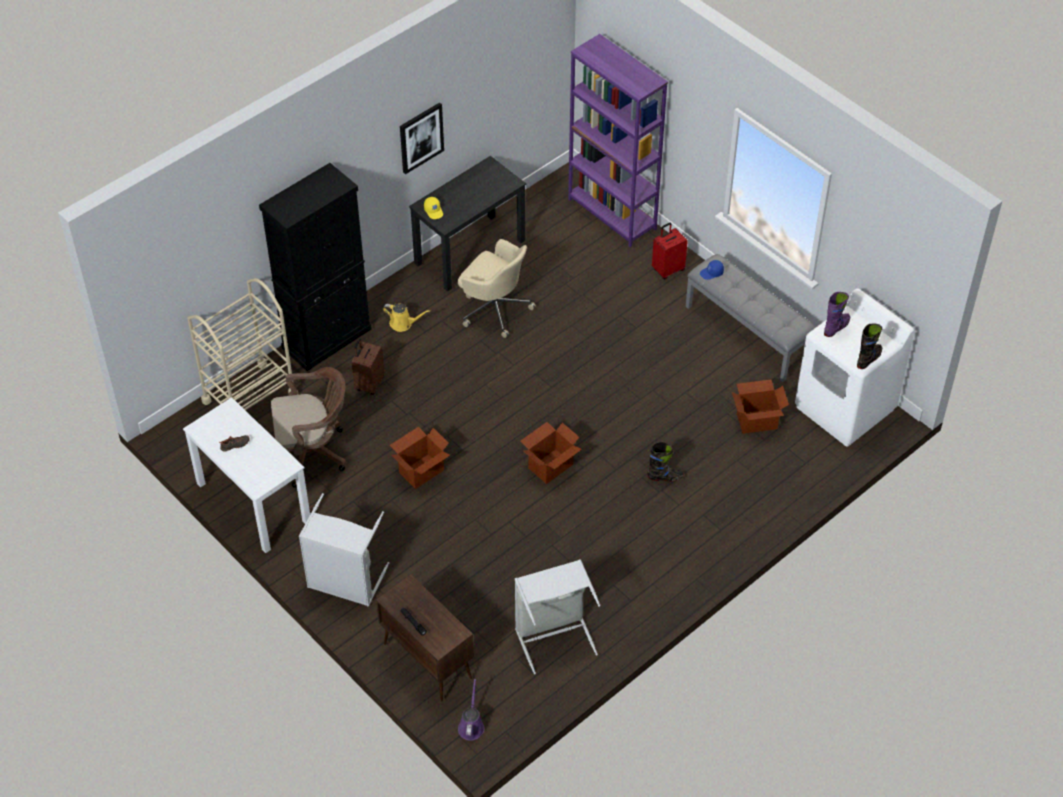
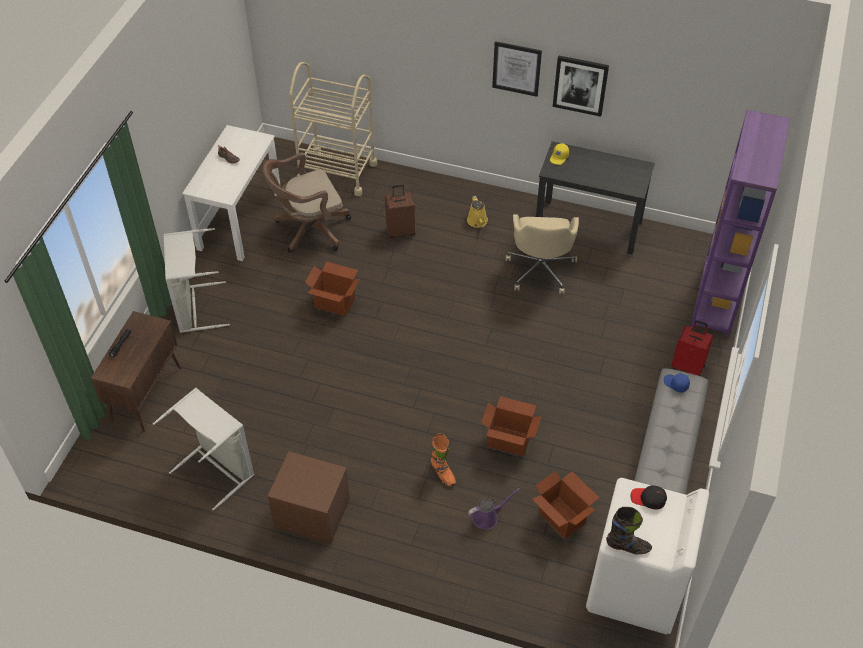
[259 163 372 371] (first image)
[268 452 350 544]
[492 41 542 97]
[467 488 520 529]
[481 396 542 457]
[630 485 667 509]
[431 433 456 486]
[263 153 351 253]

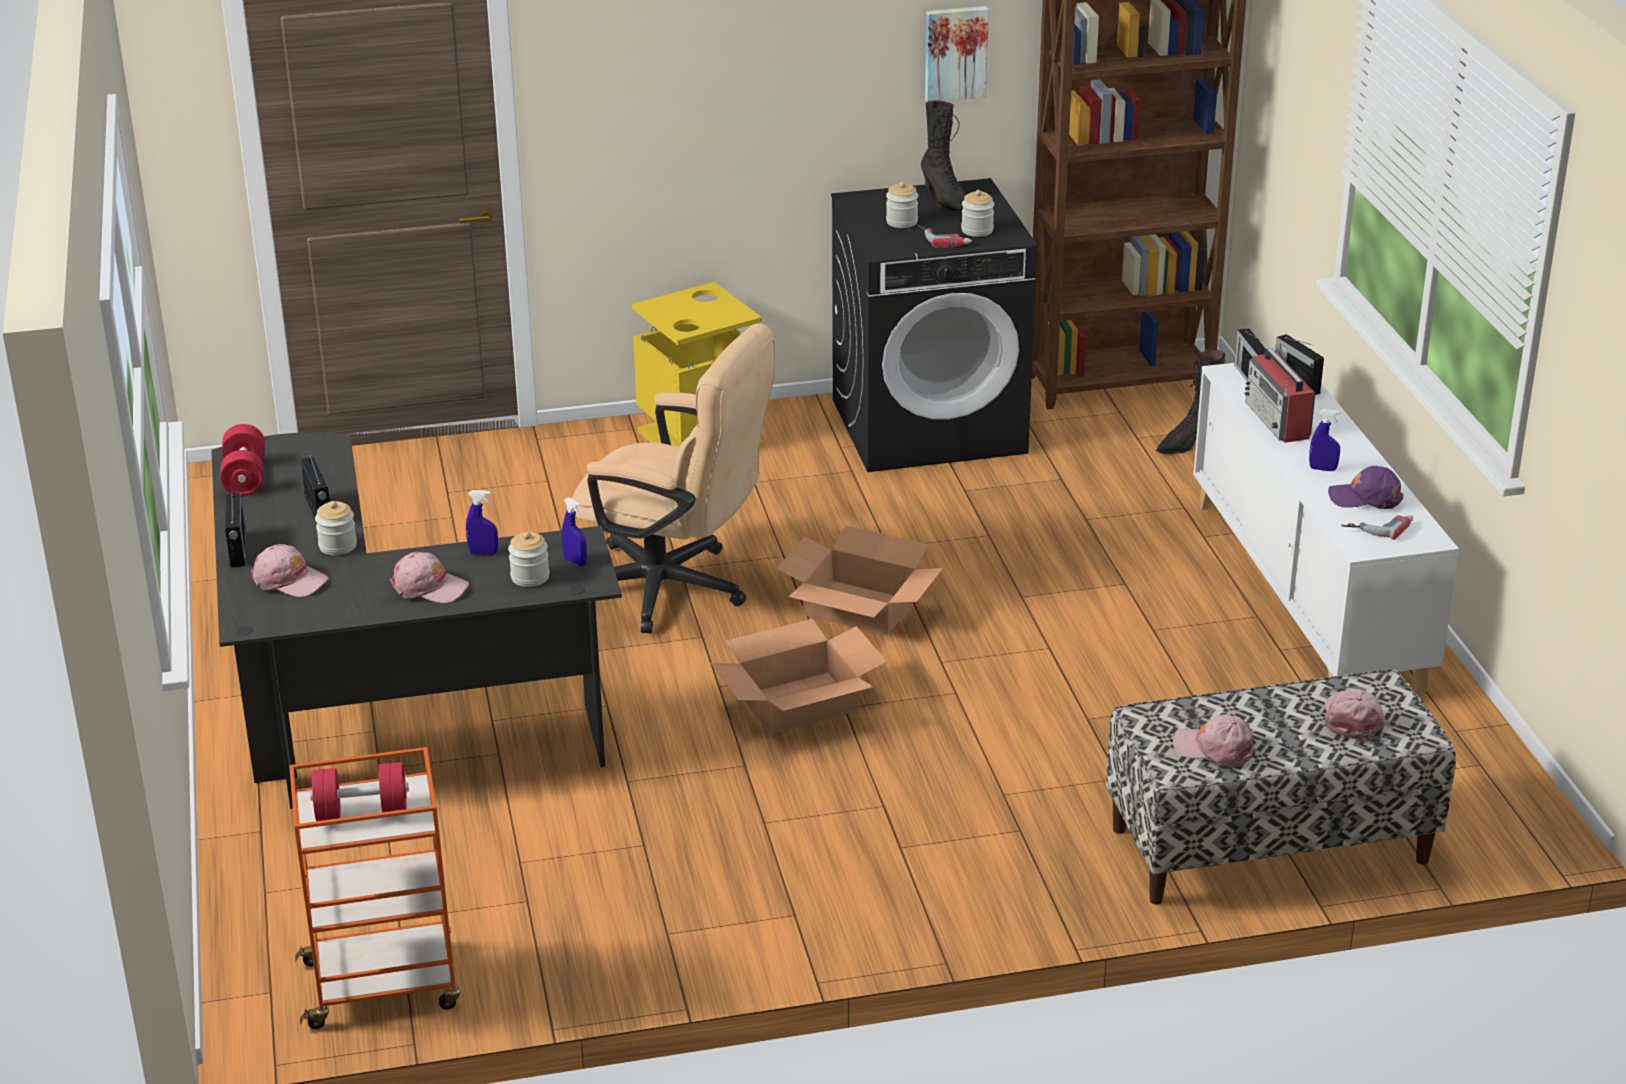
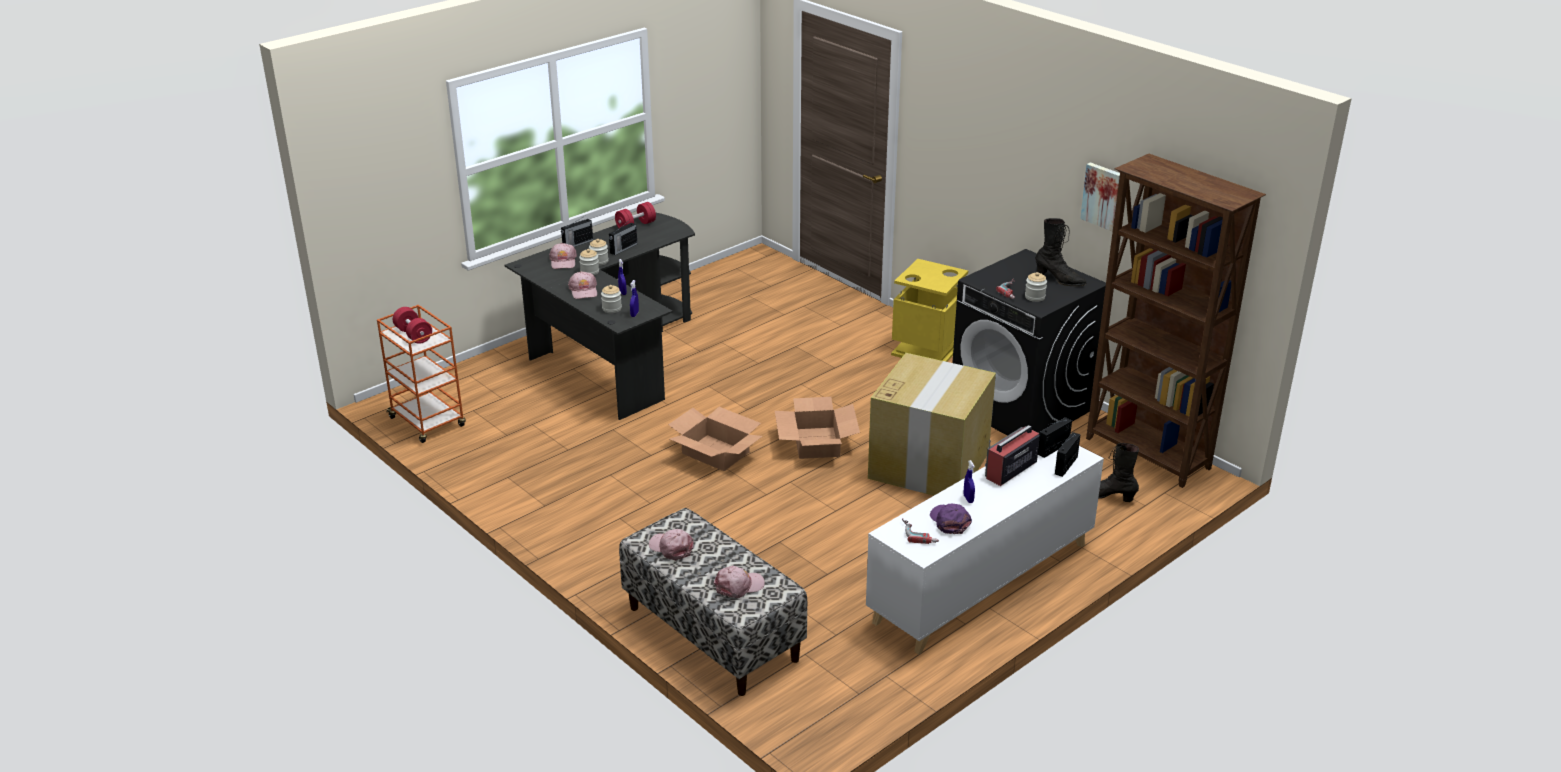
[572 324 775 634] (first image)
[868 353 996 496]
[579 249 599 275]
[1035 218 1086 286]
[649 529 694 560]

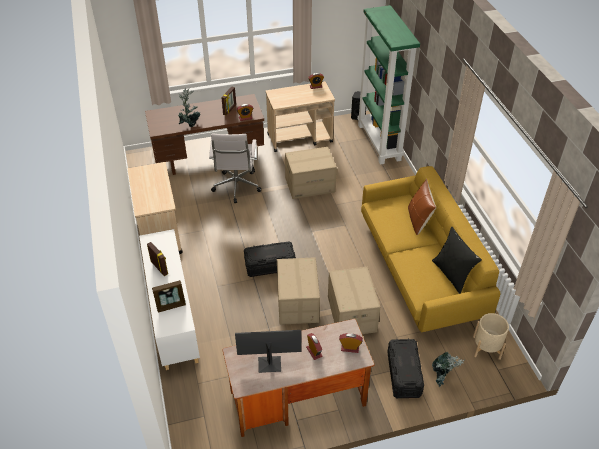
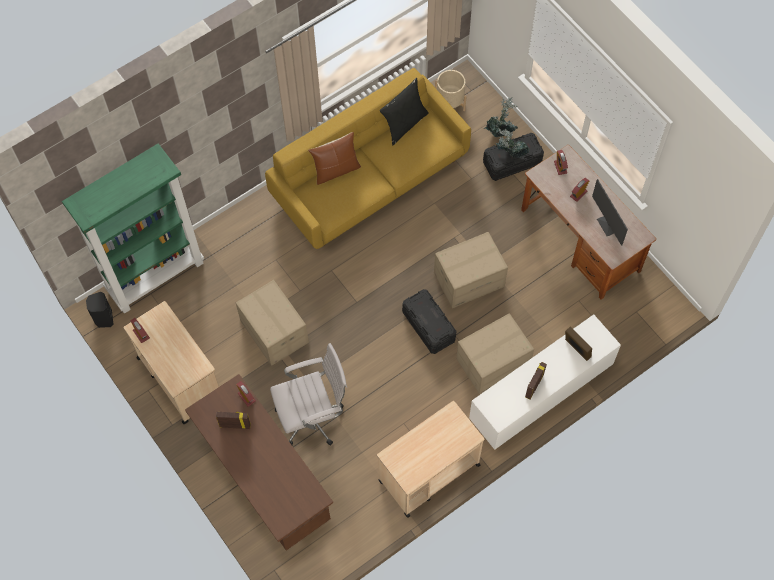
[496 128 529 158]
[456 313 534 394]

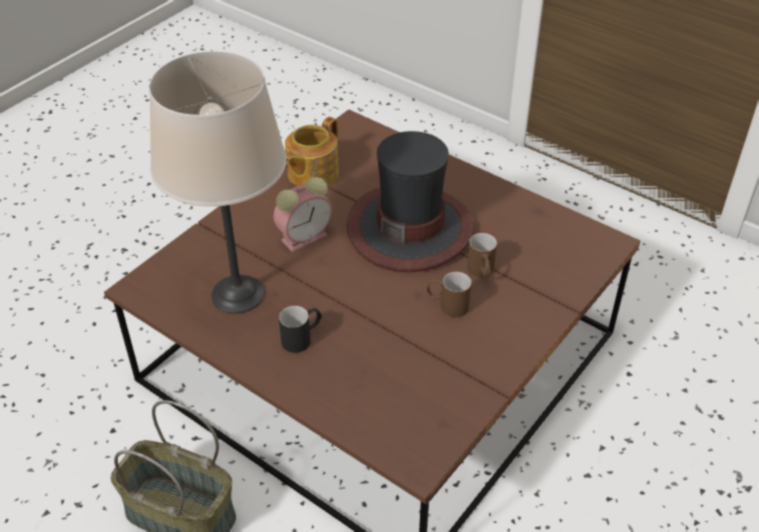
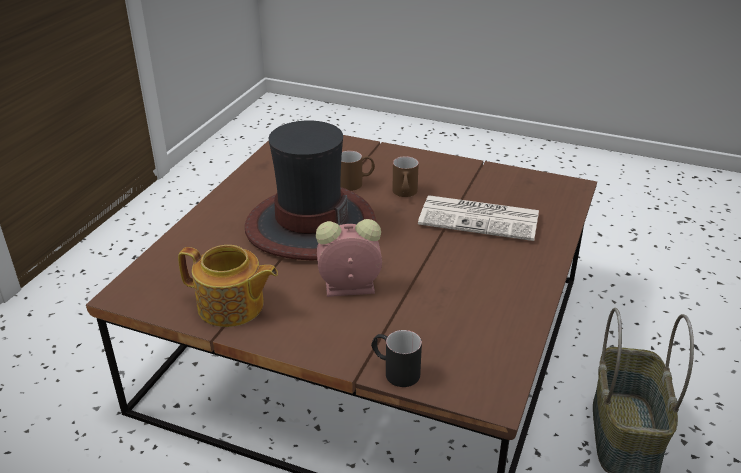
[149 51 286 314] (first image)
[418 195 539 241]
[371 330 422 387]
[316 219 382 297]

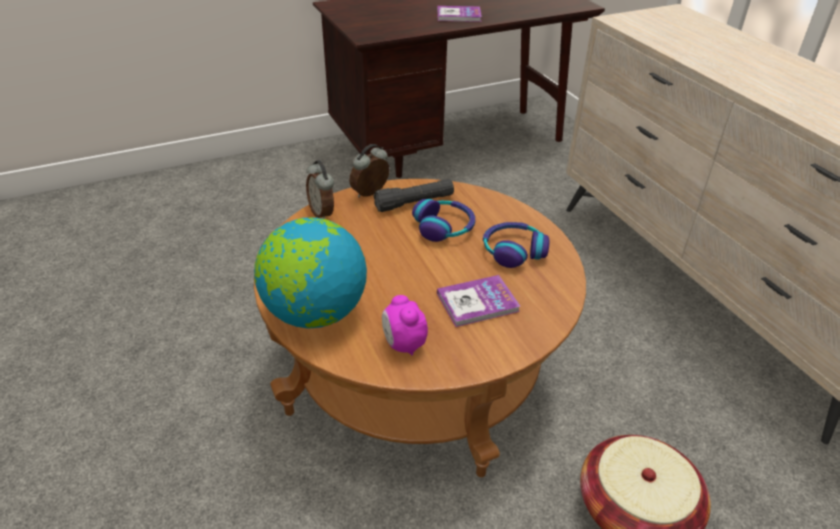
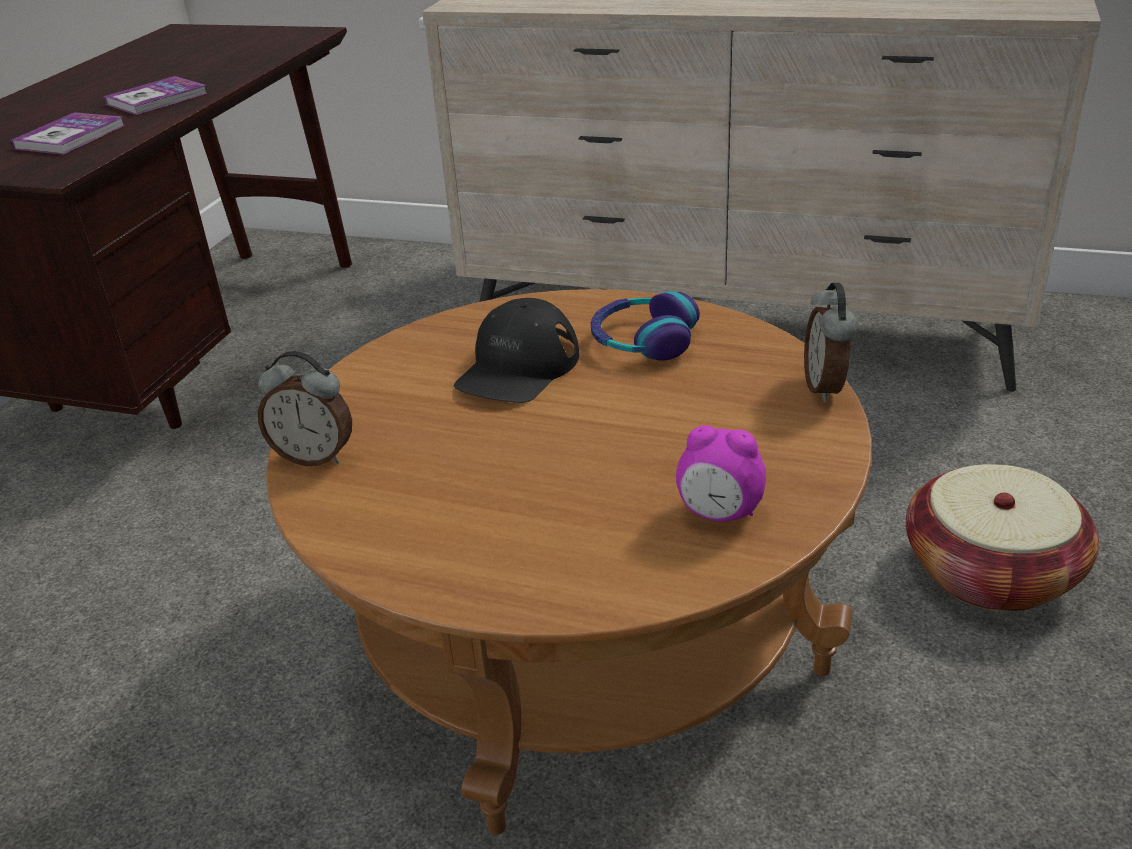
[254 217 367 329] (first image)
[373 179 454 212] (first image)
[804 283 858 402]
[10 112 125 155]
[454 298 579 403]

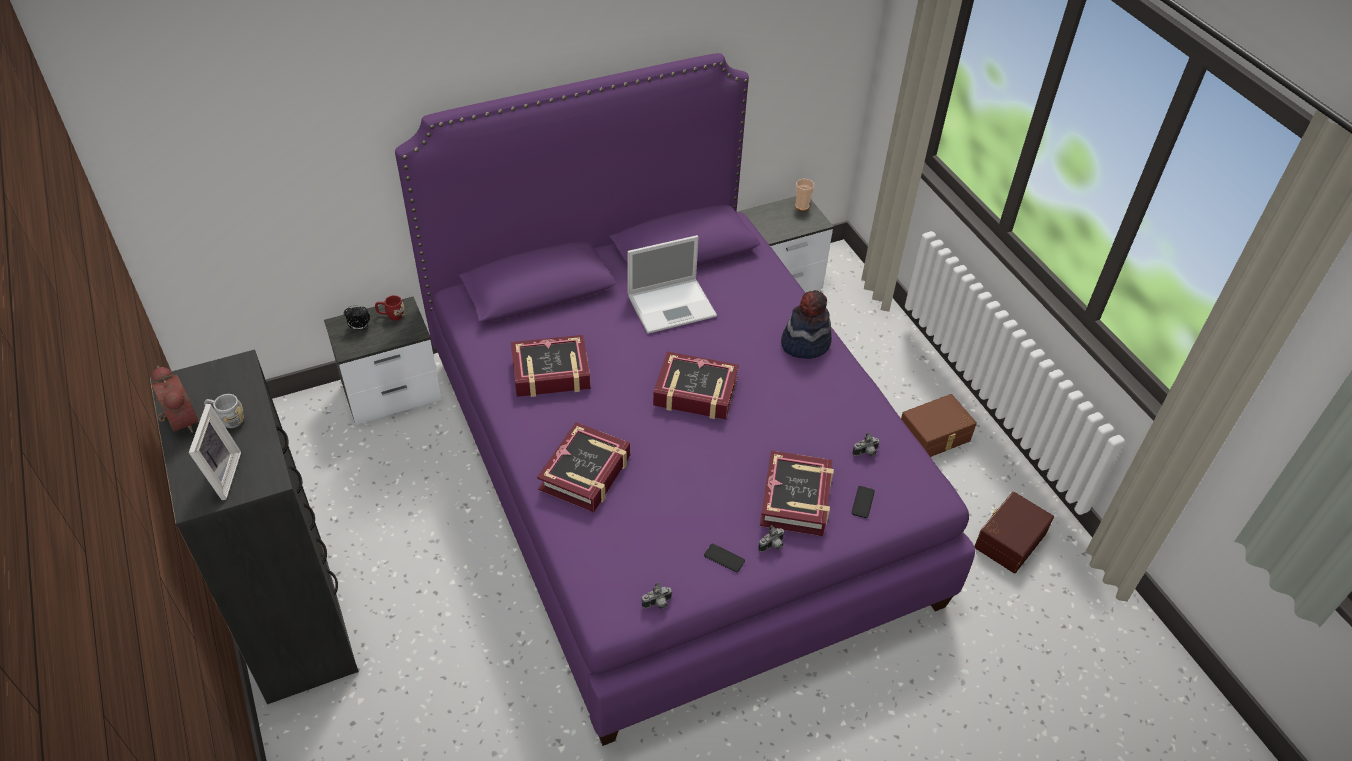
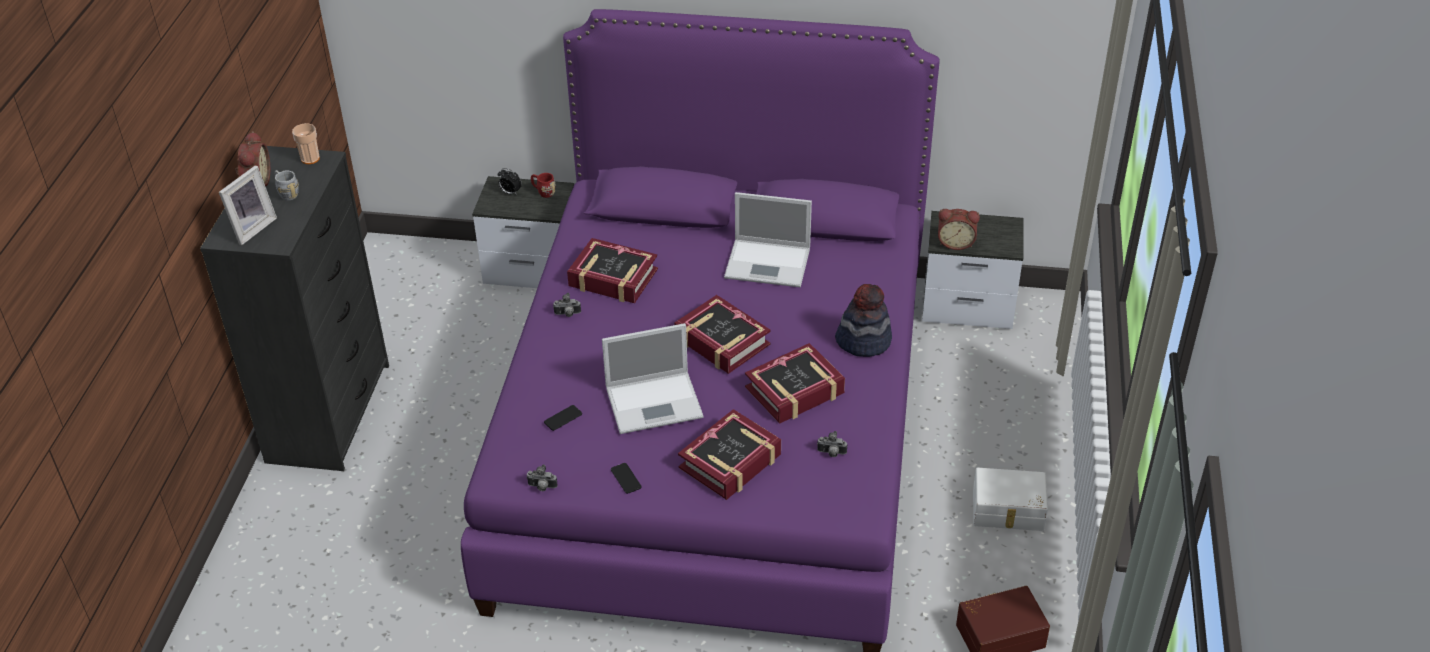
[602 323 704 434]
[938 209 980 250]
[745 343 845 424]
[553 293 581 317]
[292 123 320 164]
[544 405 582 431]
[973 468 1048 531]

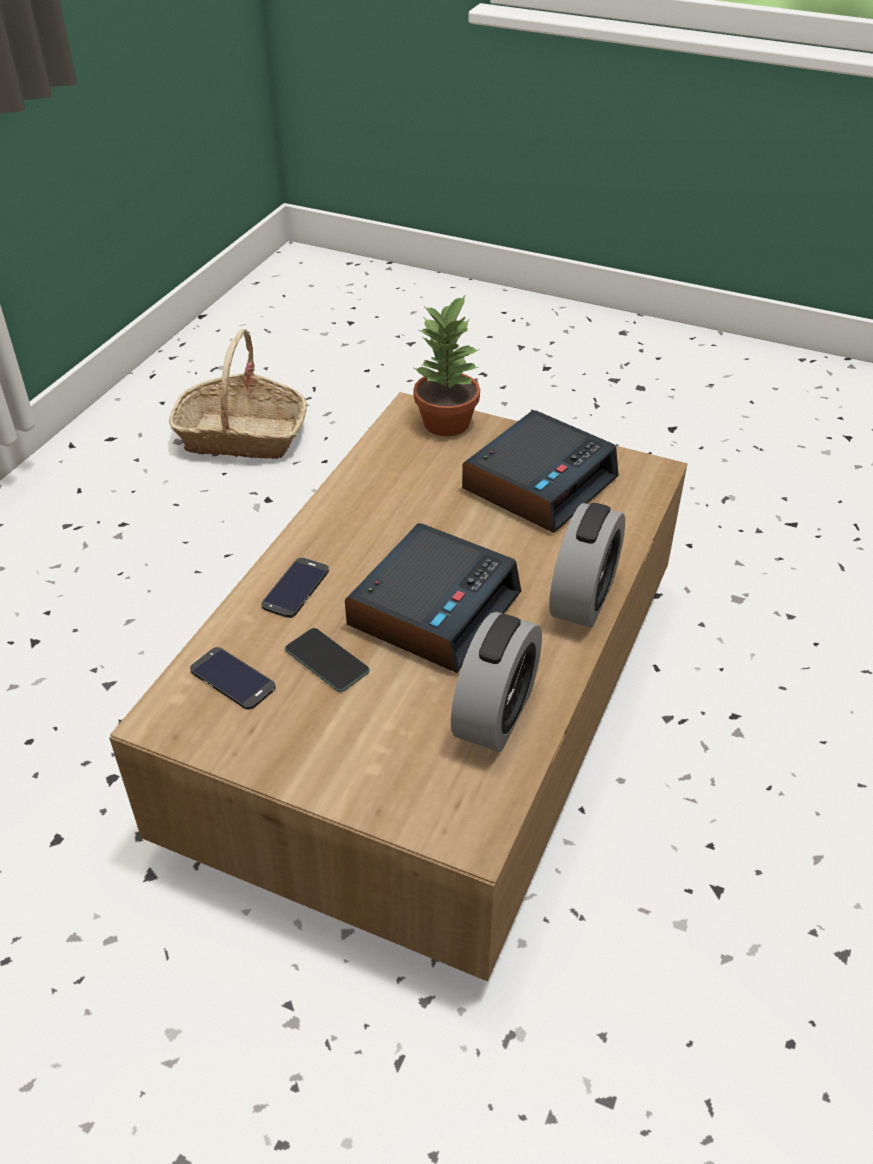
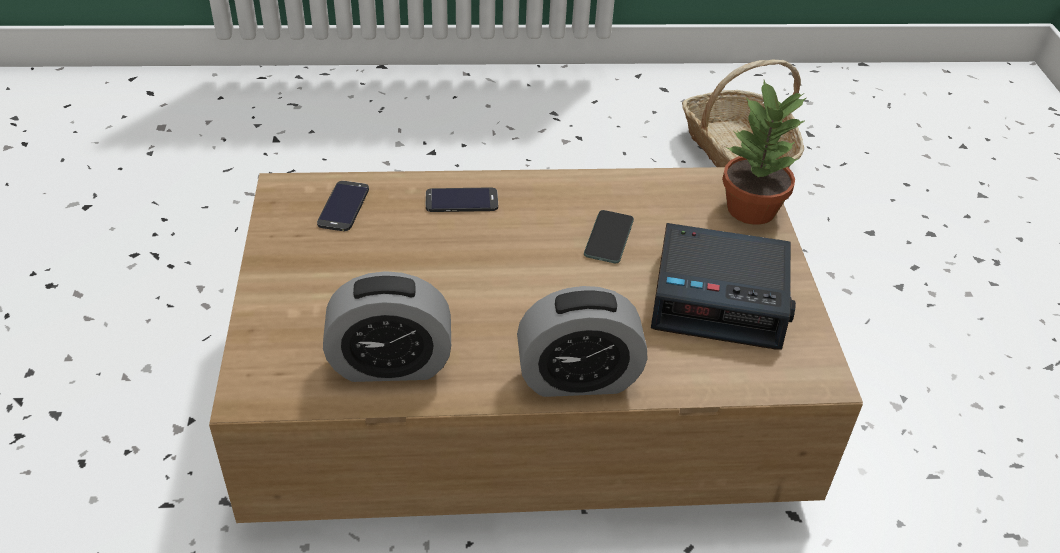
[345 523 521 673] (first image)
[584 210 634 263]

